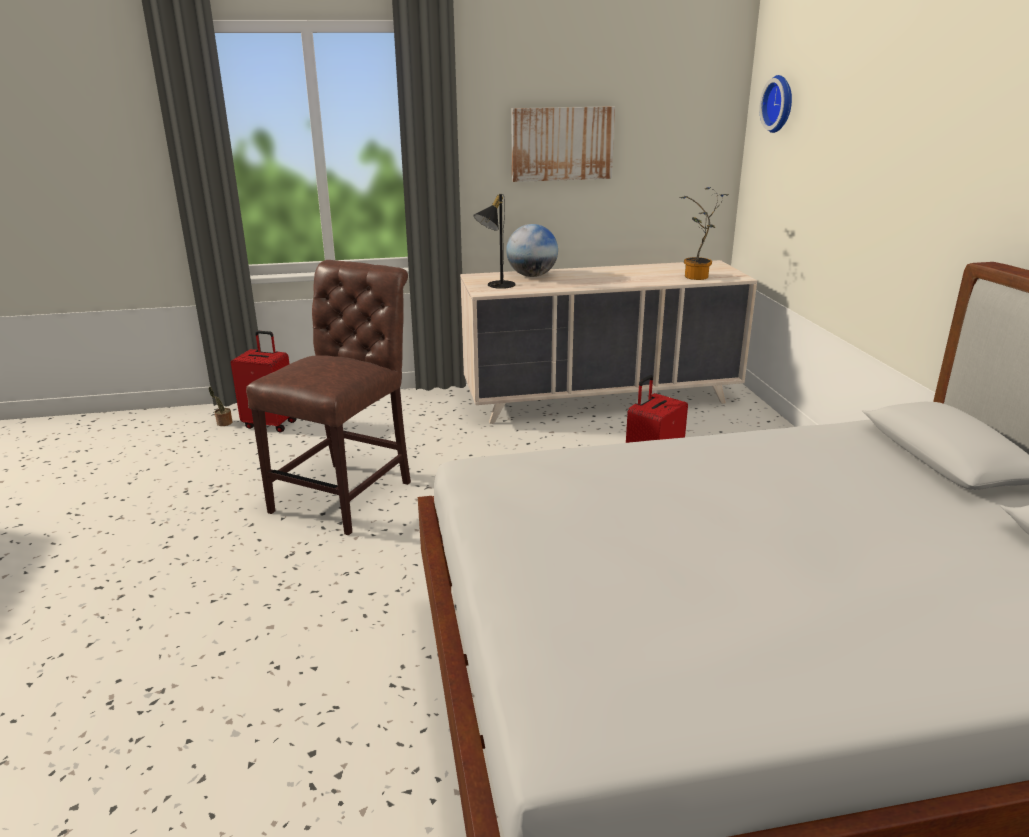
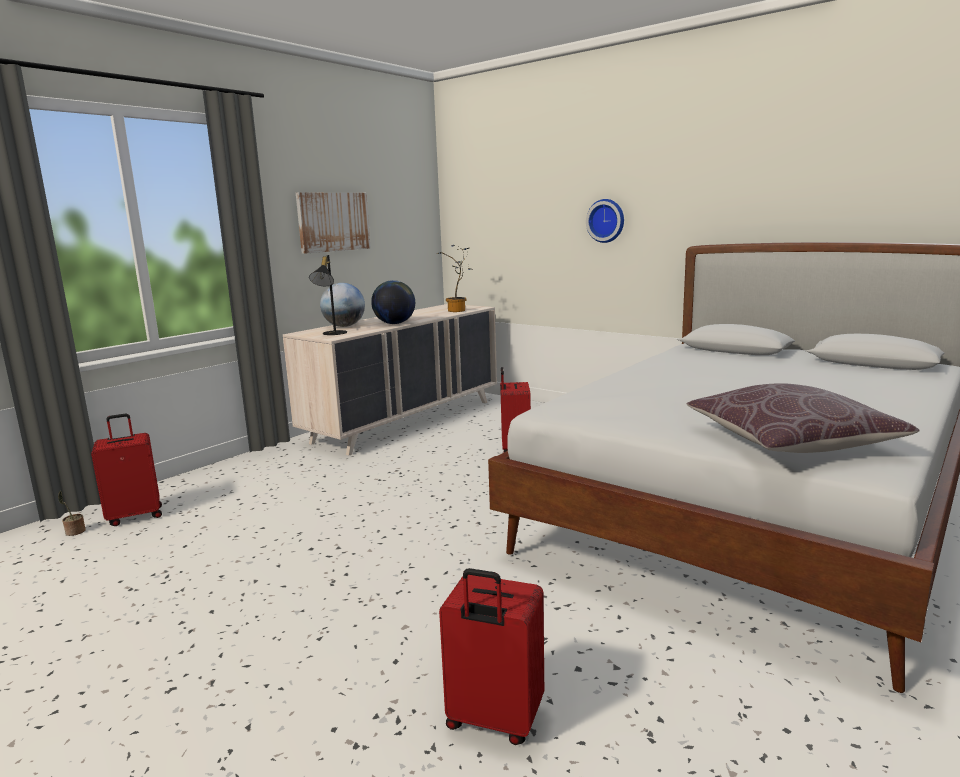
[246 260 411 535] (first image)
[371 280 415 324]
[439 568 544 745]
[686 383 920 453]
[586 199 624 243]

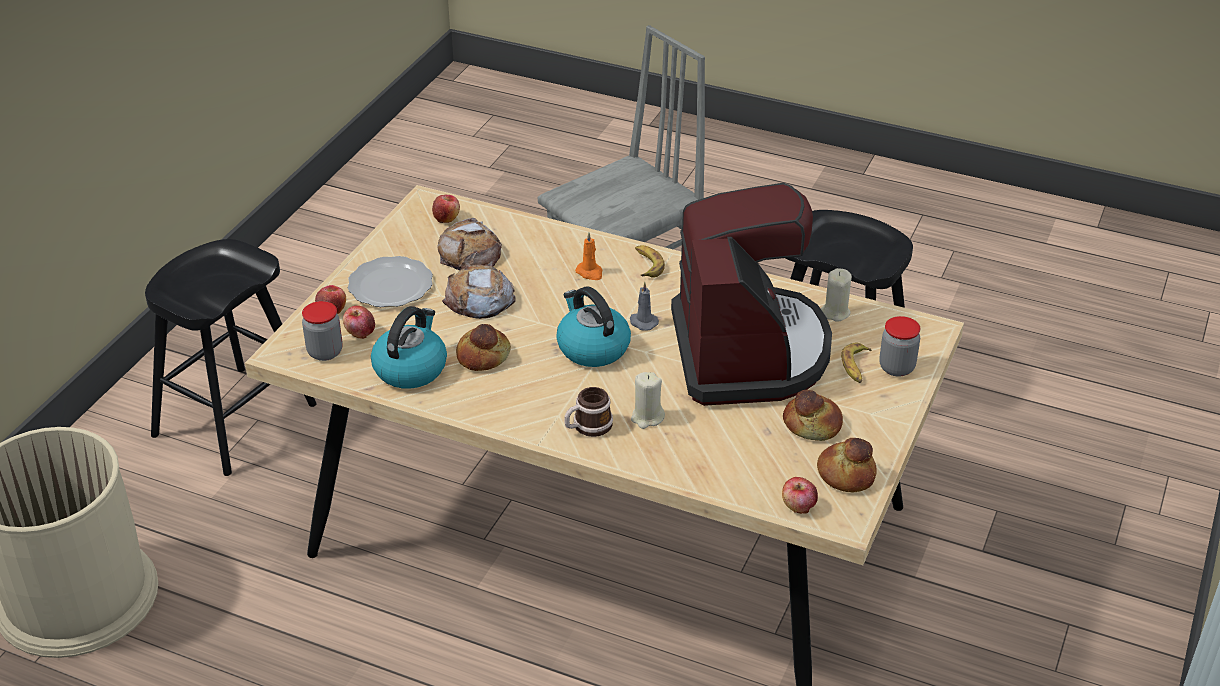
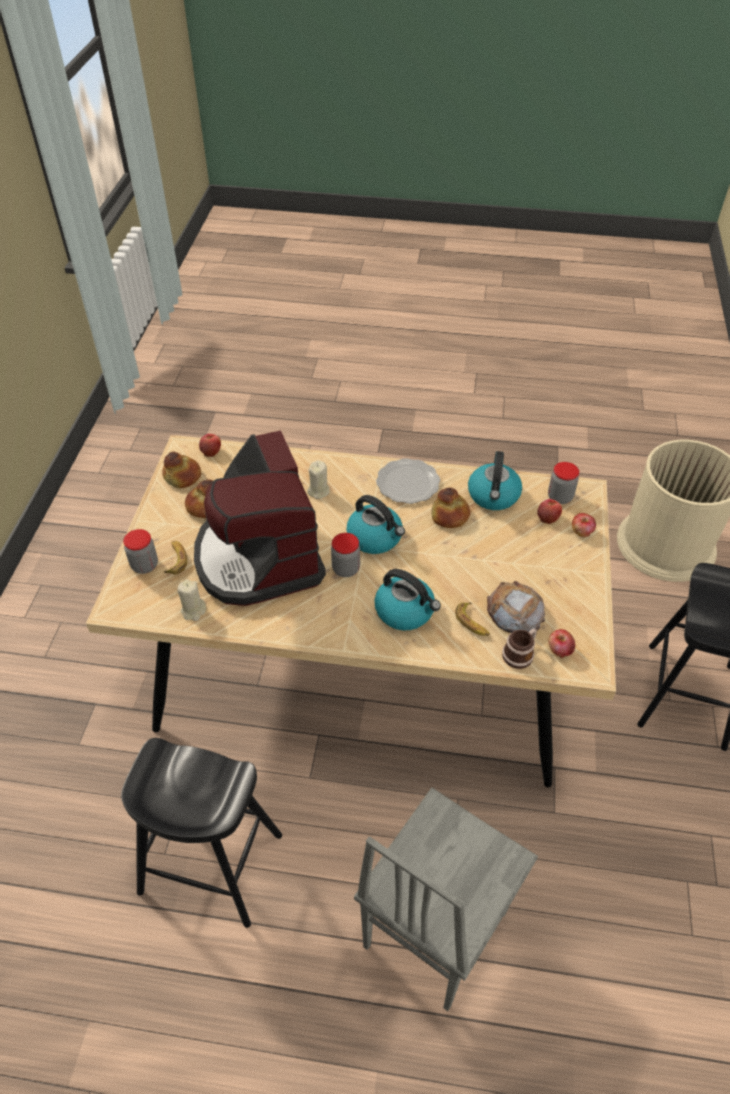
[442 265 516 319] (first image)
[376 458 440 504]
[502 629 537 669]
[455 602 490 636]
[375 569 441 631]
[331 533 360 577]

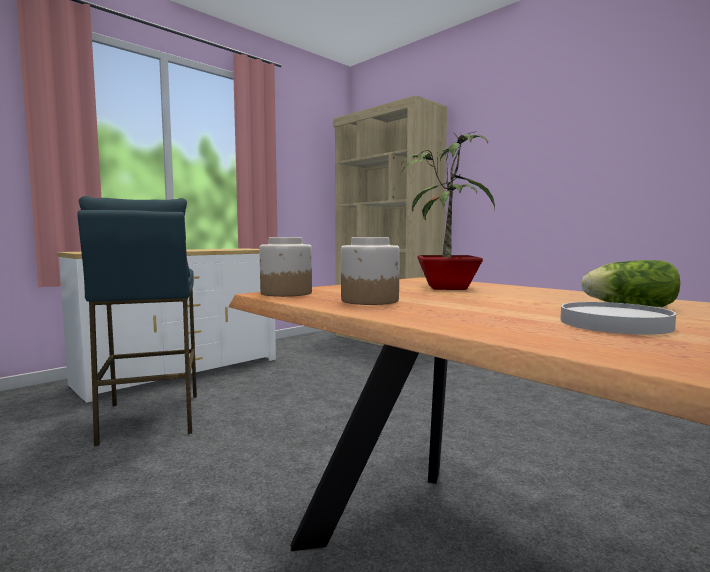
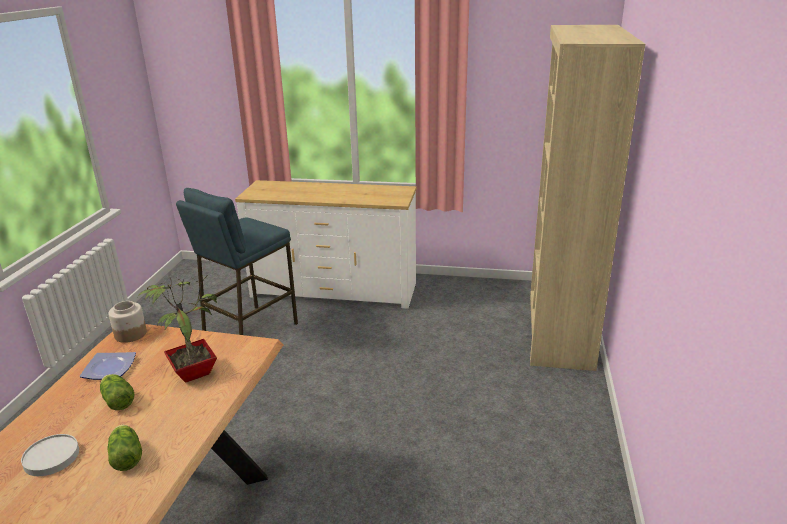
[100 374 135 410]
[80 352 136 380]

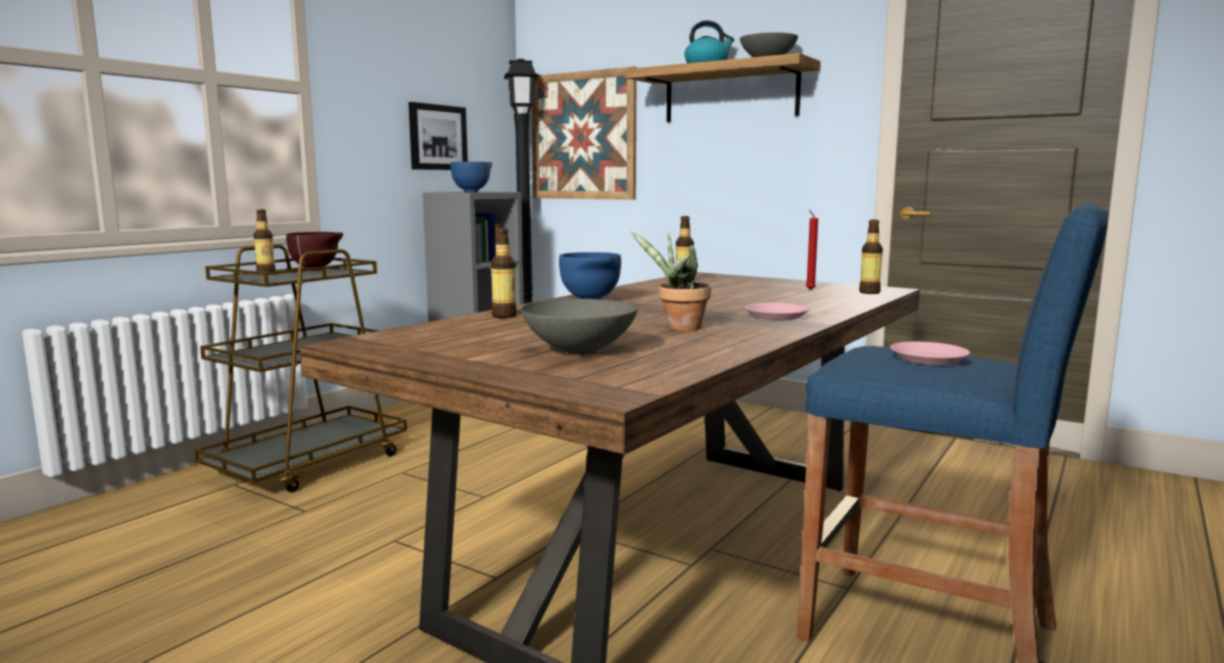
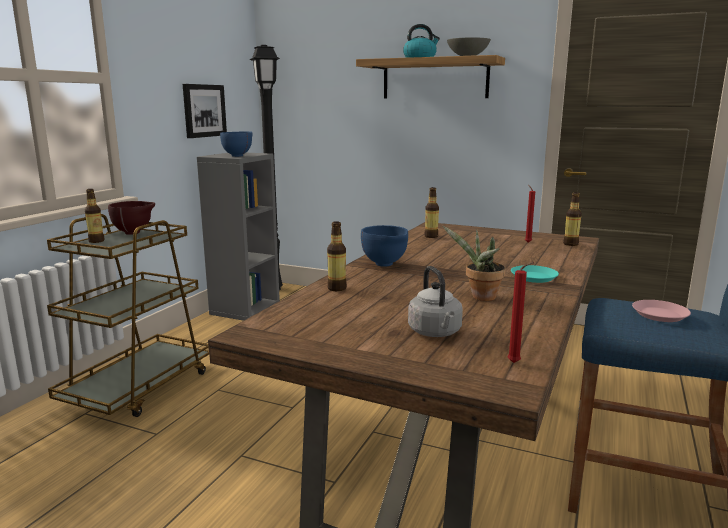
[532 66 637 200] (first image)
[508 262 534 363]
[408 266 463 337]
[511 265 559 283]

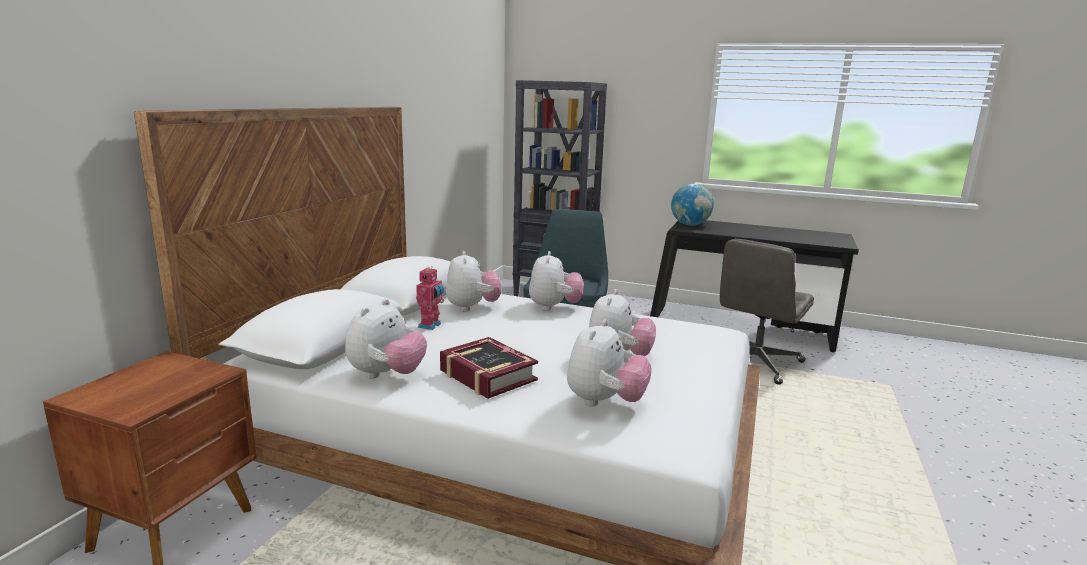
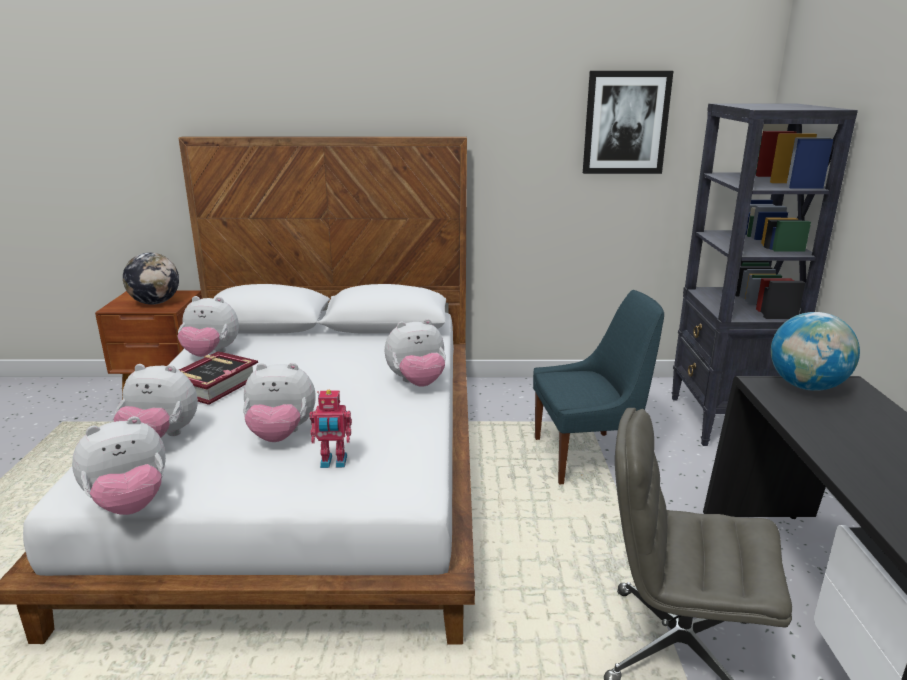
[123 252 179 305]
[583 71 673 174]
[309 390 352 468]
[72 416 166 515]

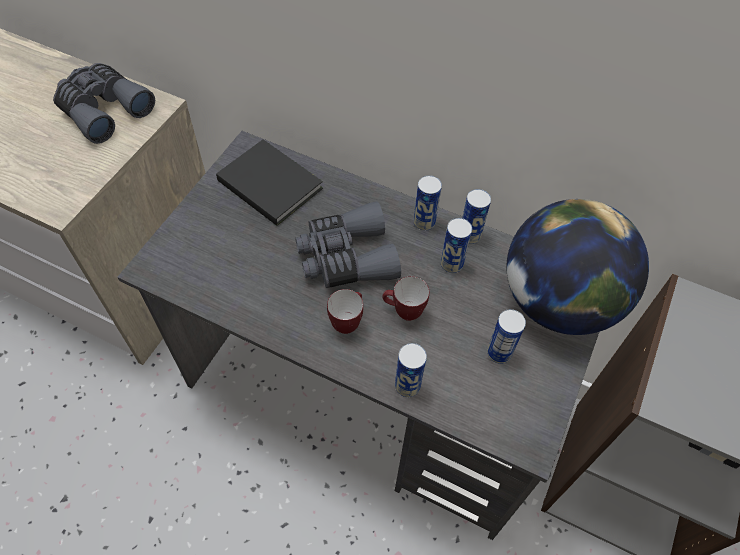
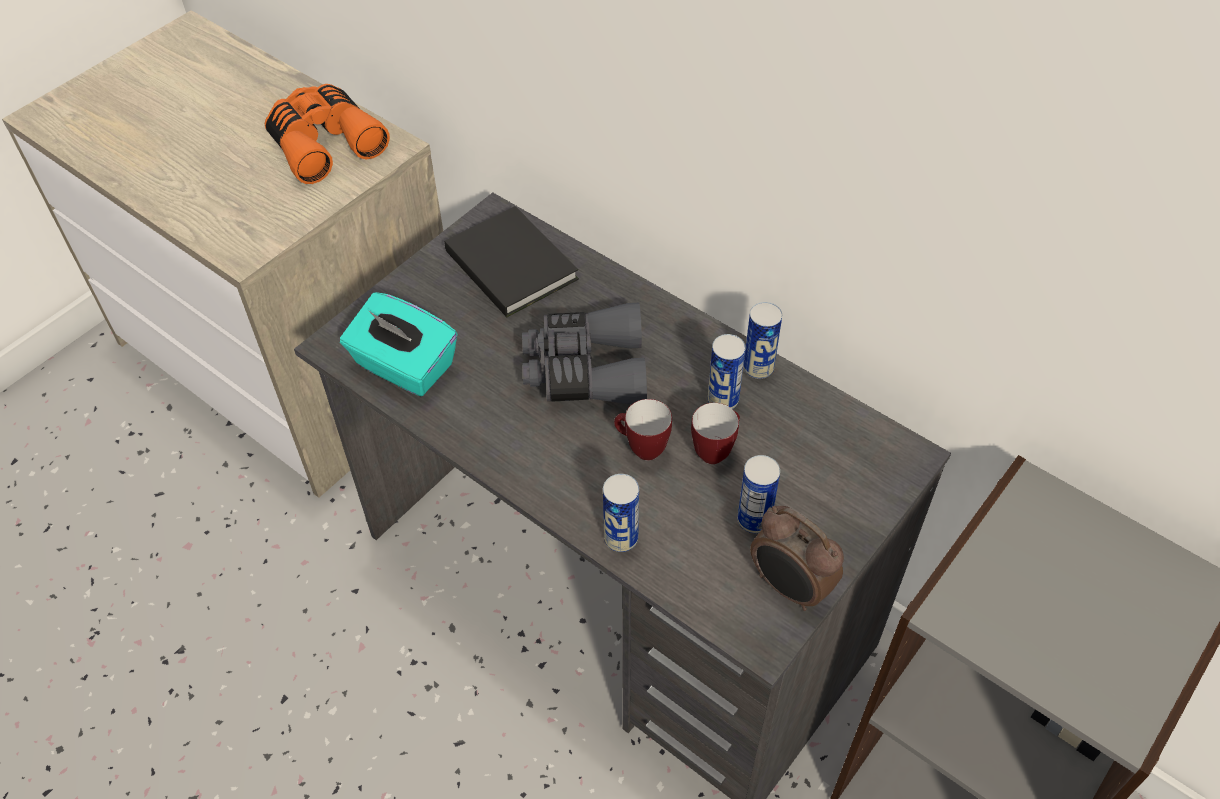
[413 175 442 231] (first image)
[506 199 649 335] (first image)
[340 292 457 396]
[750 506 844 611]
[691 403 740 464]
[265 84 390 184]

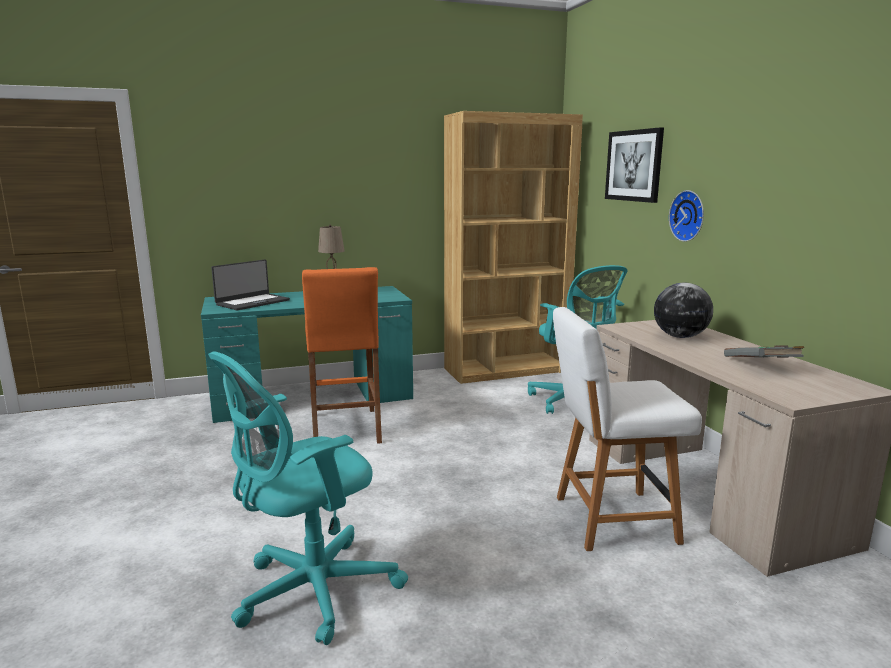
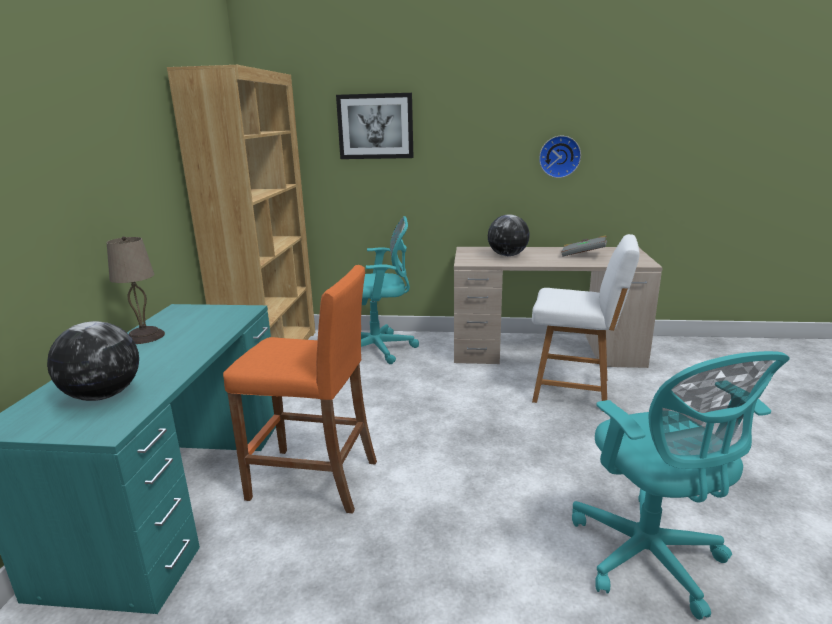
[539 136 581 178]
[47 321 139 401]
[532 234 640 412]

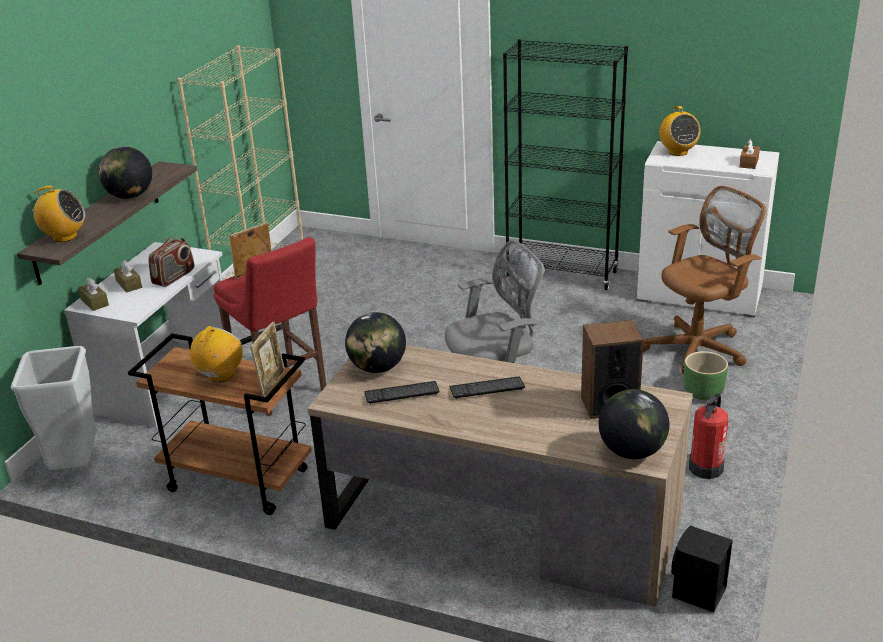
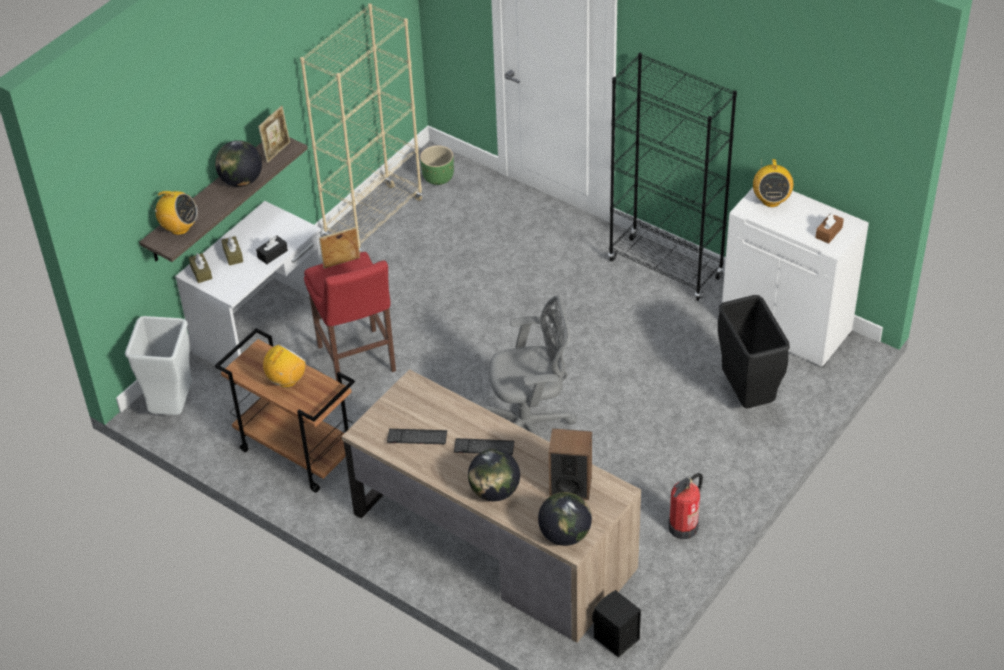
[258 106 290 163]
[468 449 520 501]
[420 145 454 185]
[256 236 288 264]
[718 295 790 408]

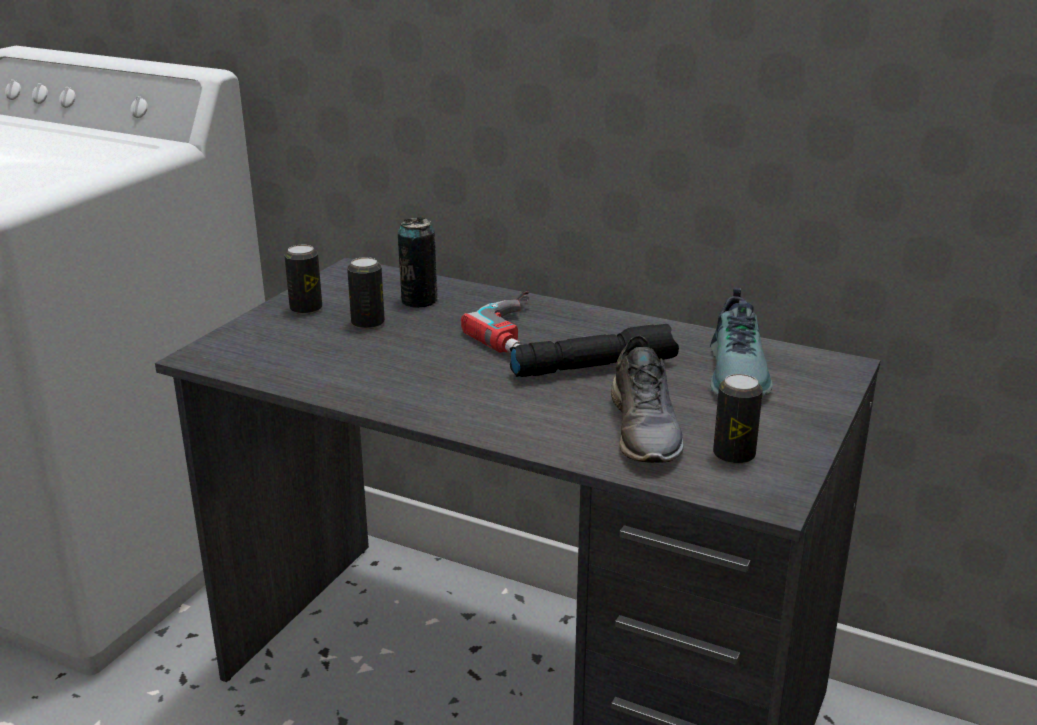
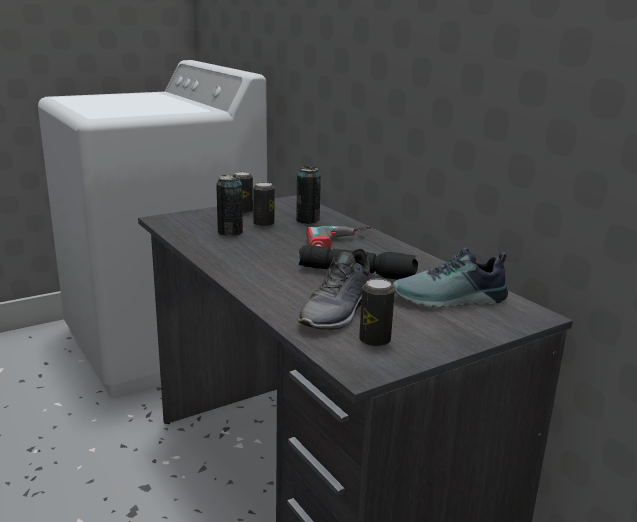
[216 175 243 236]
[392 247 508 308]

